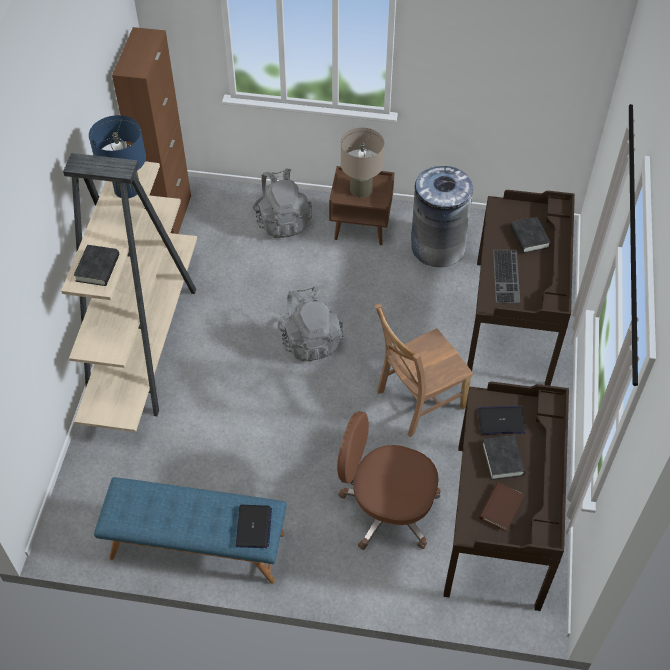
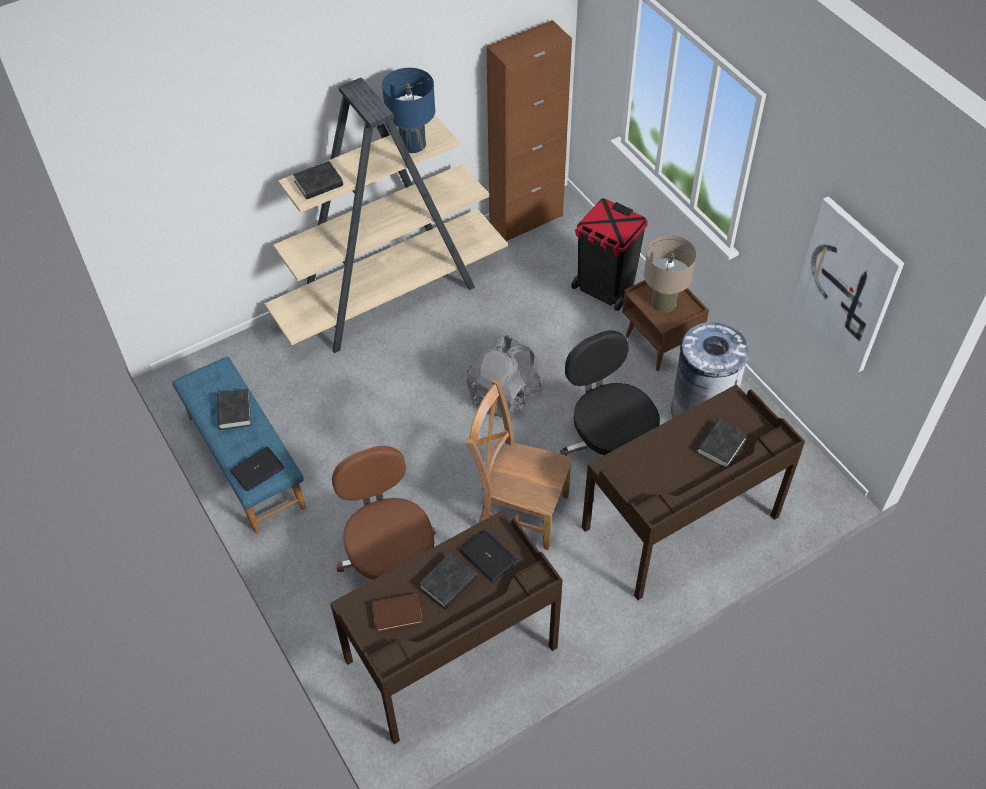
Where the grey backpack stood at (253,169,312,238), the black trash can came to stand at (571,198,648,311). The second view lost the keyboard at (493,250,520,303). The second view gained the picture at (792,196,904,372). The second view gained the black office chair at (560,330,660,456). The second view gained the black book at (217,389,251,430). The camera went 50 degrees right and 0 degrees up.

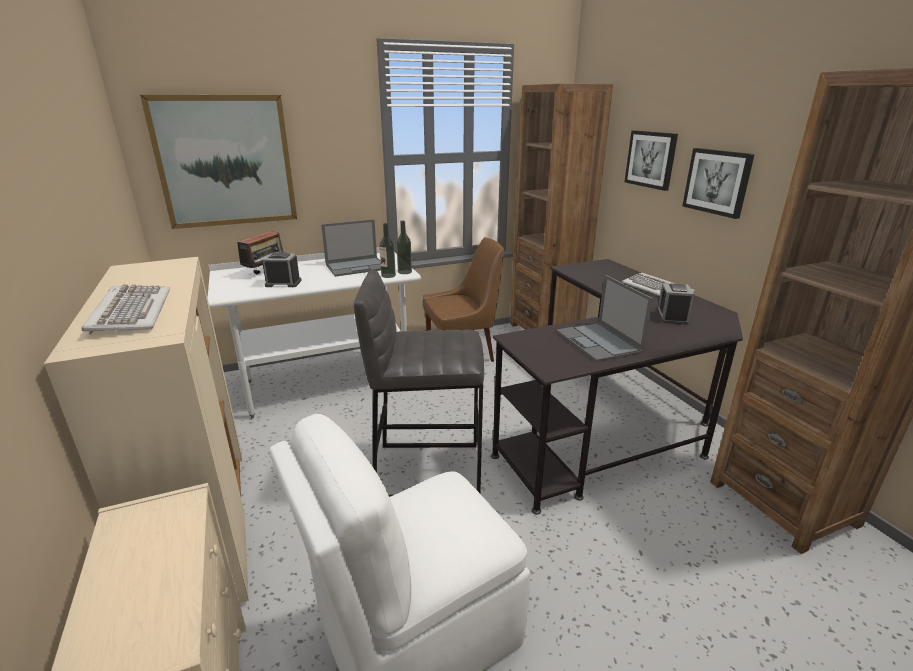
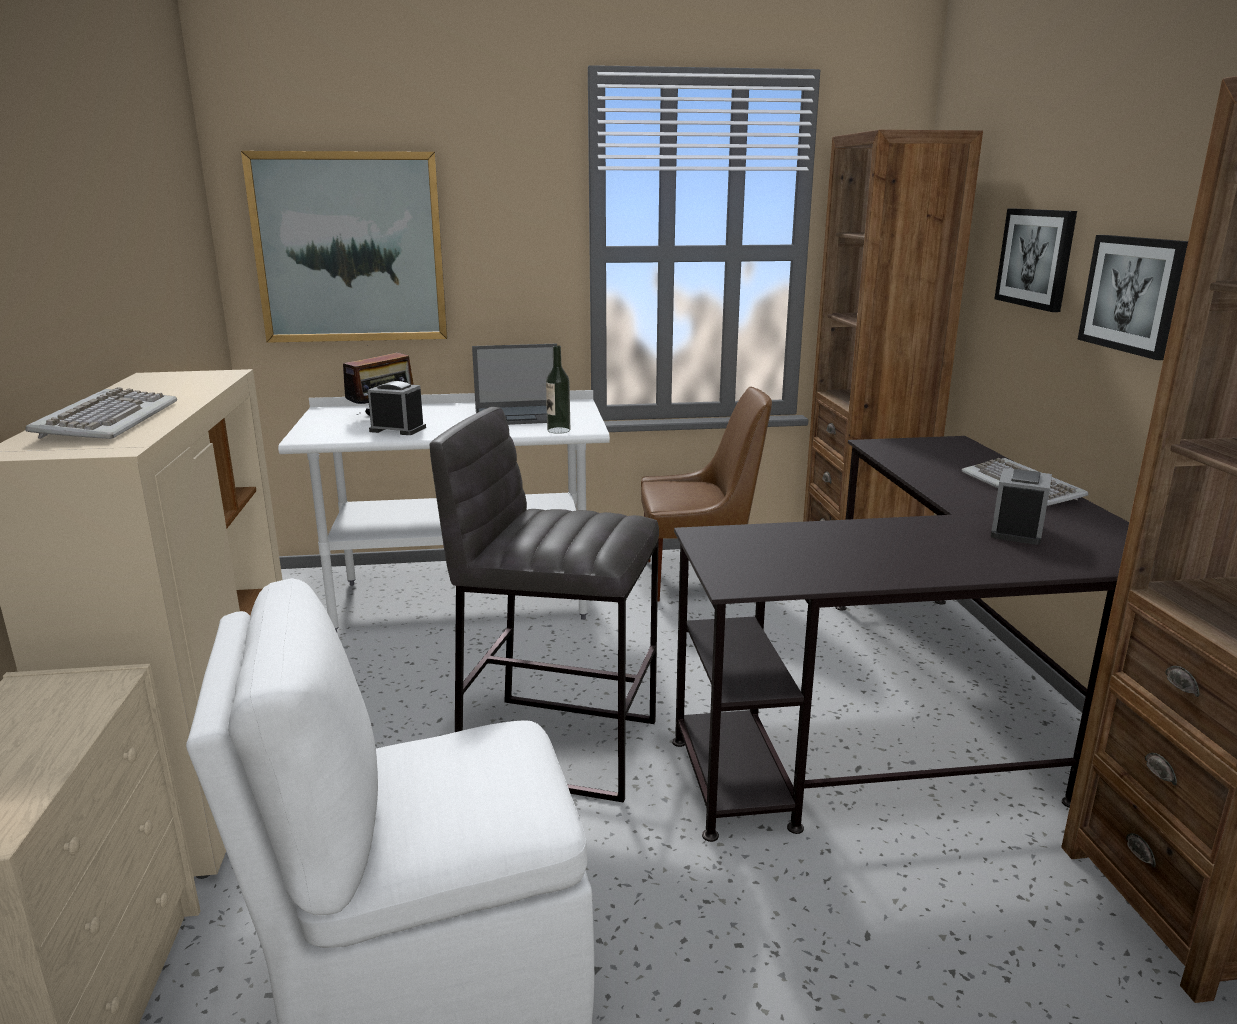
The second view lost the bottle at (396,220,412,274). The second view lost the laptop at (556,275,653,362). The camera went 15 degrees right and 5 degrees down.

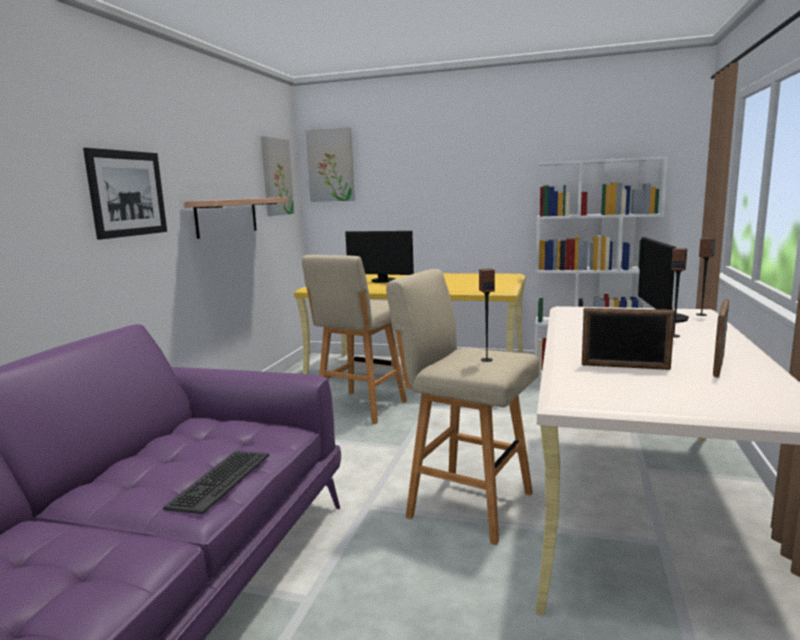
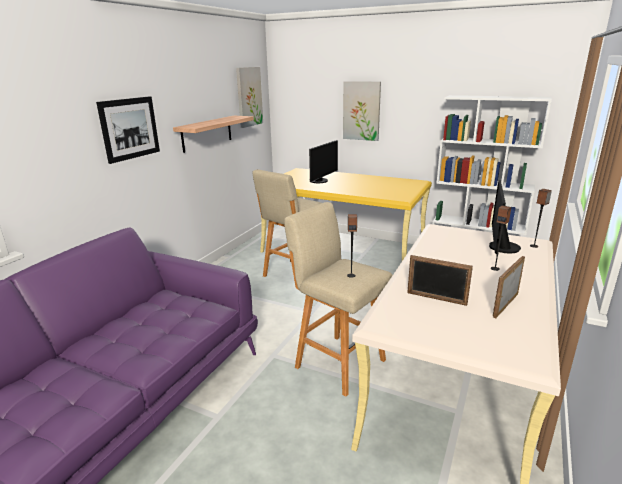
The picture ended up elsewhere, having gone from (306,127,355,202) to (343,81,381,141). The monitor at (345,231,414,283) ended up facing another way, 90 degrees counterclockwise from before. The second view lost the keyboard at (163,451,270,514). The camera went 10 degrees right and 10 degrees up.

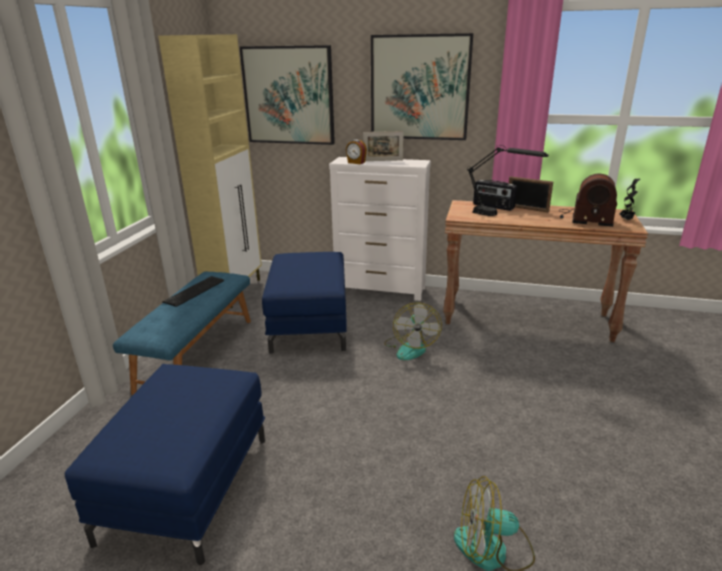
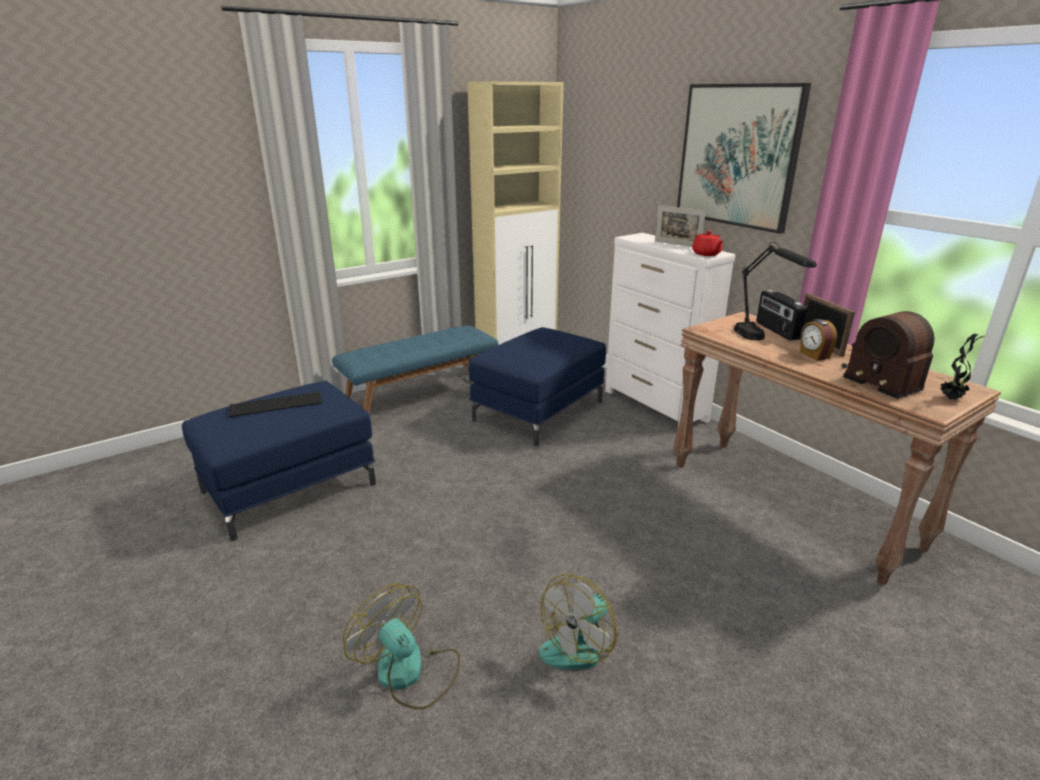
The second view lost the picture at (240,45,335,145). The alarm clock ended up elsewhere, having gone from (346,139,367,164) to (800,319,837,361). The keyboard ended up elsewhere, having gone from (162,276,224,307) to (229,392,322,417). The fan ended up elsewhere, having gone from (384,302,442,360) to (539,574,618,670). The second view gained the red teapot at (692,231,723,256). The camera went 40 degrees right and 0 degrees up.

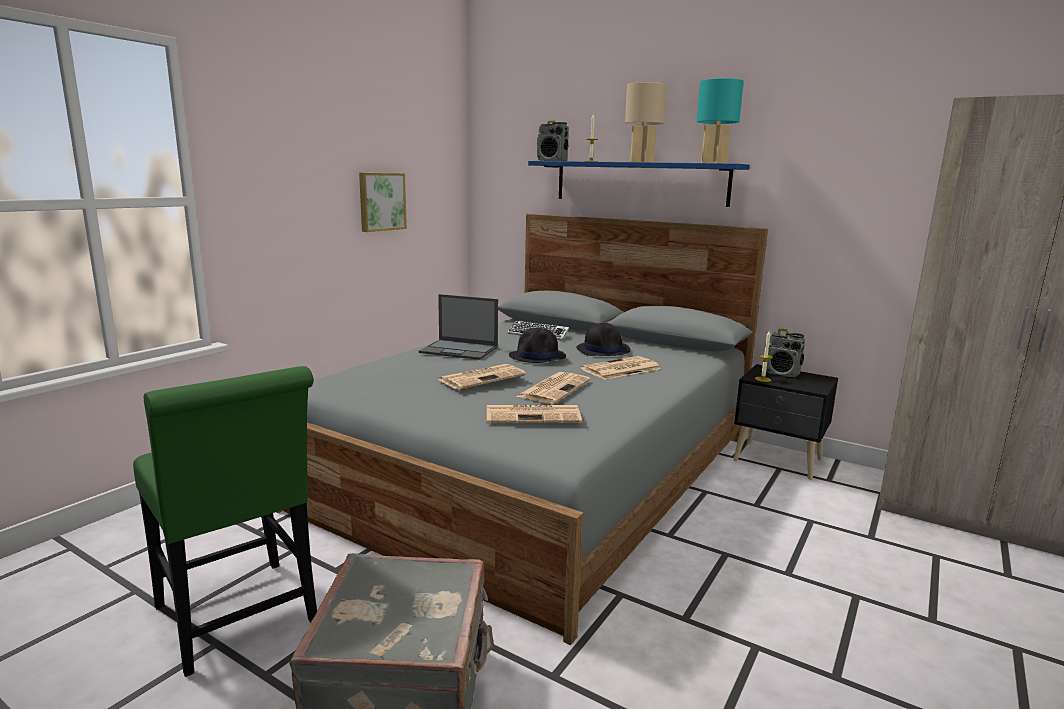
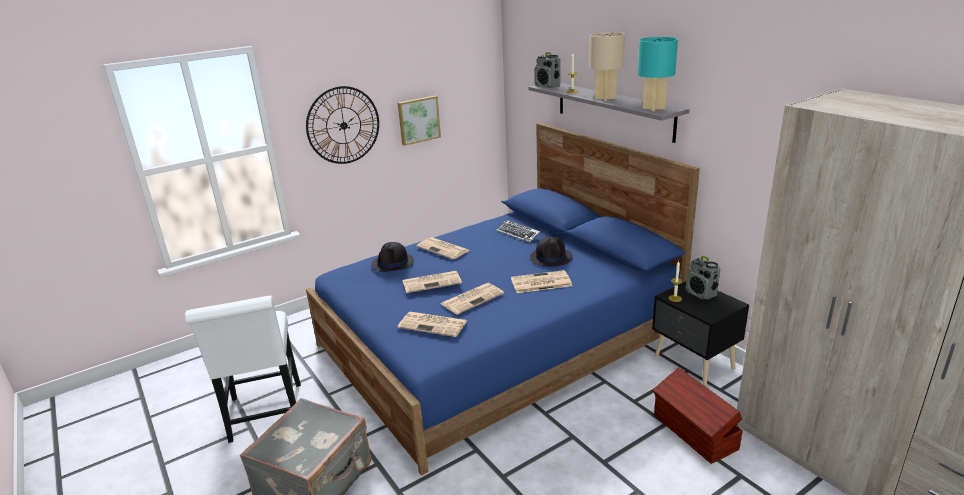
What was the blue shelf at (528,161,750,207) turned into the grey shelf at (528,83,690,143). What was the grey bed at (277,214,768,645) turned into the blue bed at (306,123,700,476). Where the laptop stood at (419,294,498,360), the newspaper came to stand at (416,237,470,259). The black hat ended up elsewhere, having gone from (509,328,566,363) to (371,242,414,272). What was the green chair at (133,366,317,677) turned into the white chair at (185,296,301,443). The second view gained the wall clock at (306,86,379,164). The second view gained the brown storage box at (653,367,743,464). The camera went 25 degrees right and 10 degrees up.

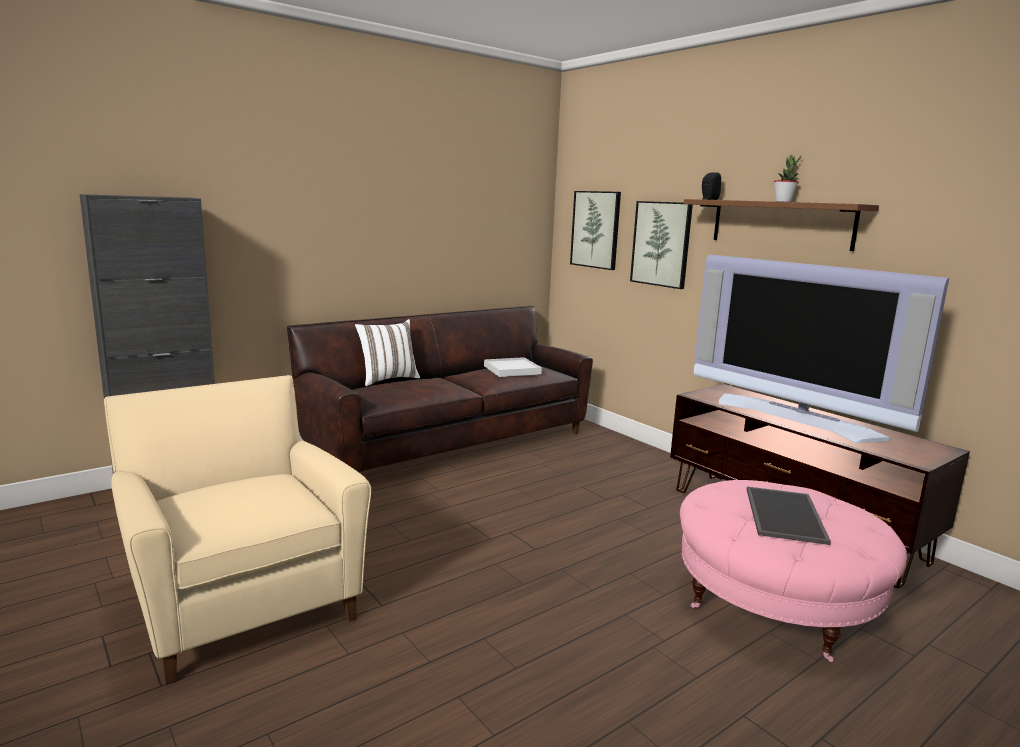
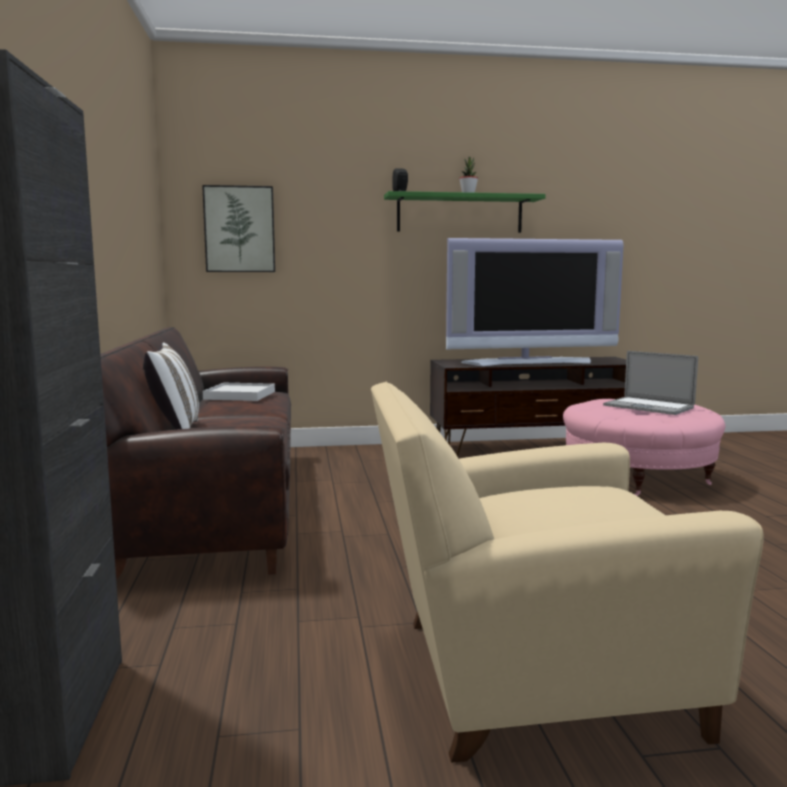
What was the brown shelf at (684,199,879,251) turned into the green shelf at (384,191,546,233). The second view lost the picture at (630,201,693,289). Where the tray stood at (747,487,831,545), the laptop came to stand at (603,351,698,415). The camera went 60 degrees left and 5 degrees down.

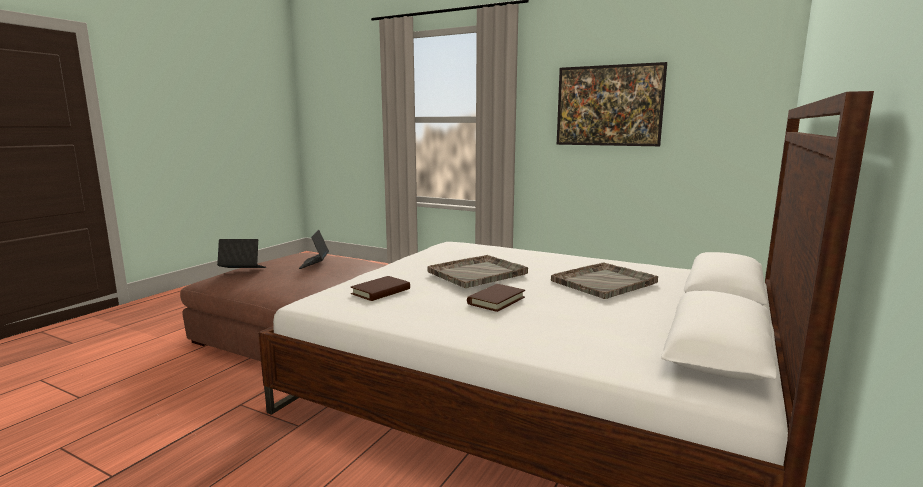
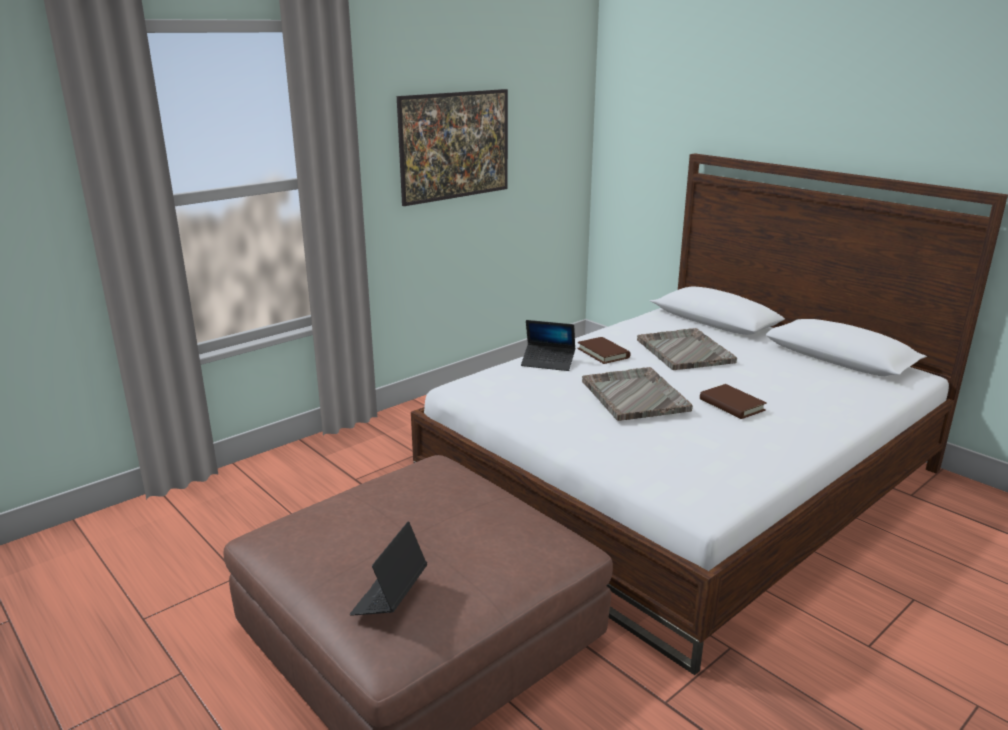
The laptop ended up elsewhere, having gone from (299,230,329,269) to (521,320,575,371). The brown book ended up elsewhere, having gone from (351,276,410,301) to (577,337,630,364). The camera went 70 degrees left and 10 degrees up.

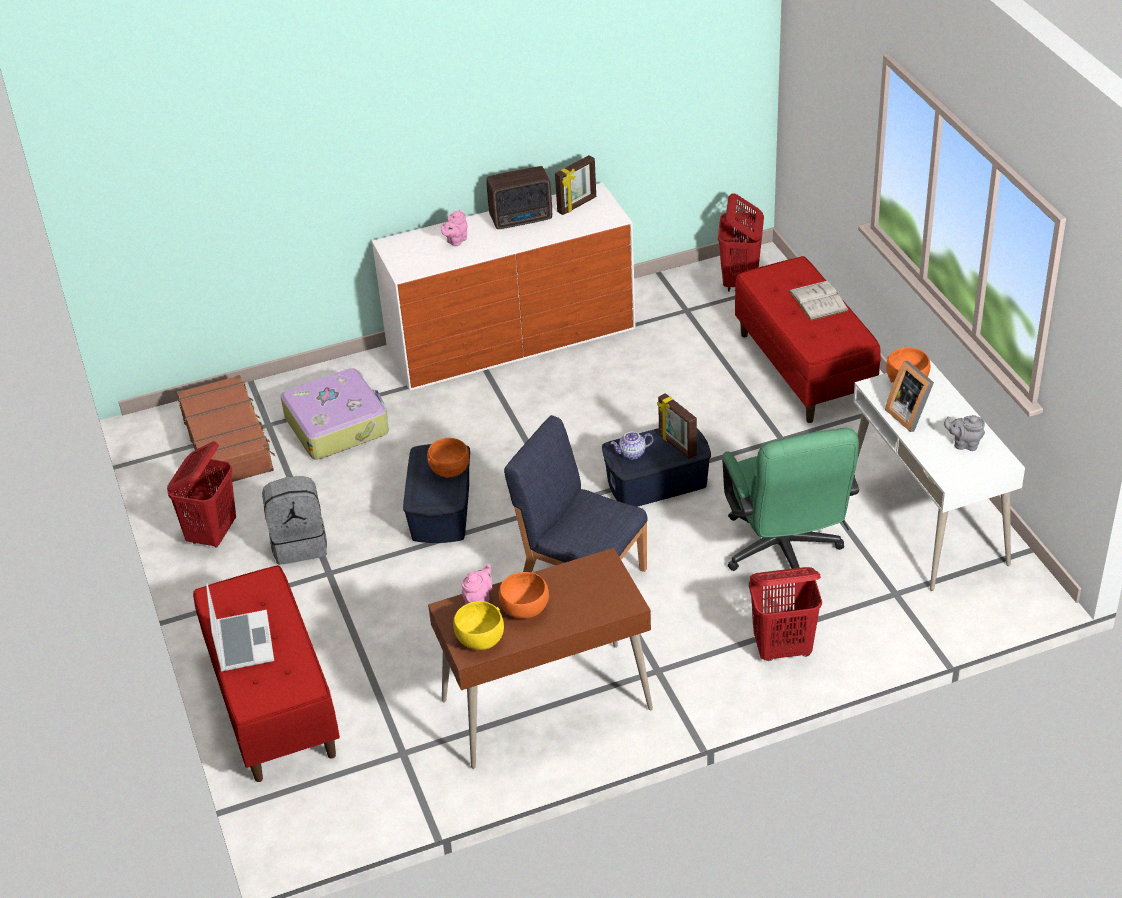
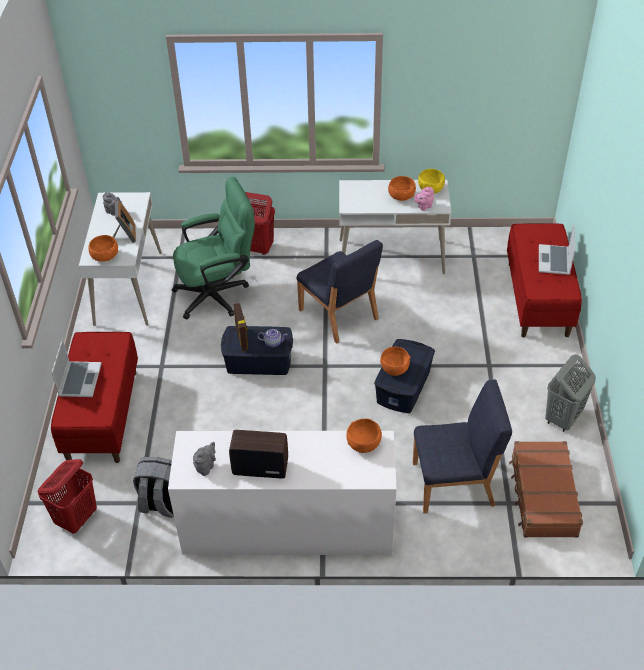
Where the picture frame stood at (555,155,596,215), the grey teapot came to stand at (193,442,216,476). The second view lost the pink teapot at (441,209,467,246). Where the white book stood at (788,281,849,321), the laptop came to stand at (51,339,102,397). Where the suitcase stood at (280,368,389,460), the blue chair came to stand at (413,379,512,514). The green office chair at (722,428,859,571) ended up facing another way, 60 degrees clockwise from before. What was the red laundry basket at (167,441,236,548) turned into the grey laundry basket at (545,354,596,432). The grey backpack ended up elsewhere, having gone from (262,476,327,565) to (133,457,174,518). What was the brown desk at (428,548,653,769) turned into the white desk at (339,180,451,274). The second view gained the orange bowl at (346,419,382,453). The camera went 160 degrees left and 5 degrees up.

